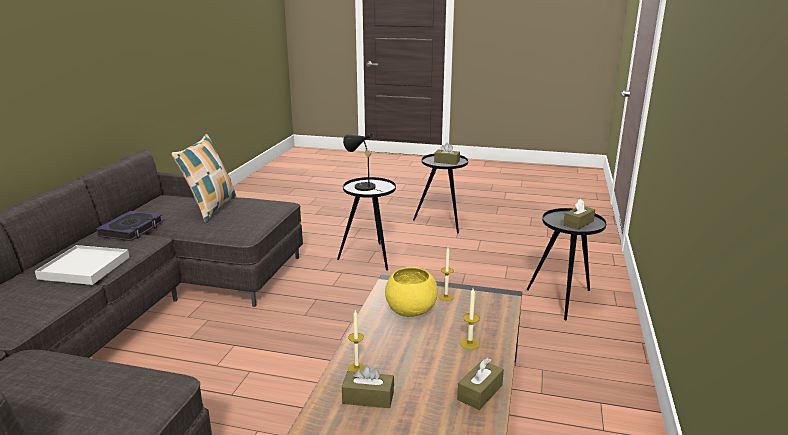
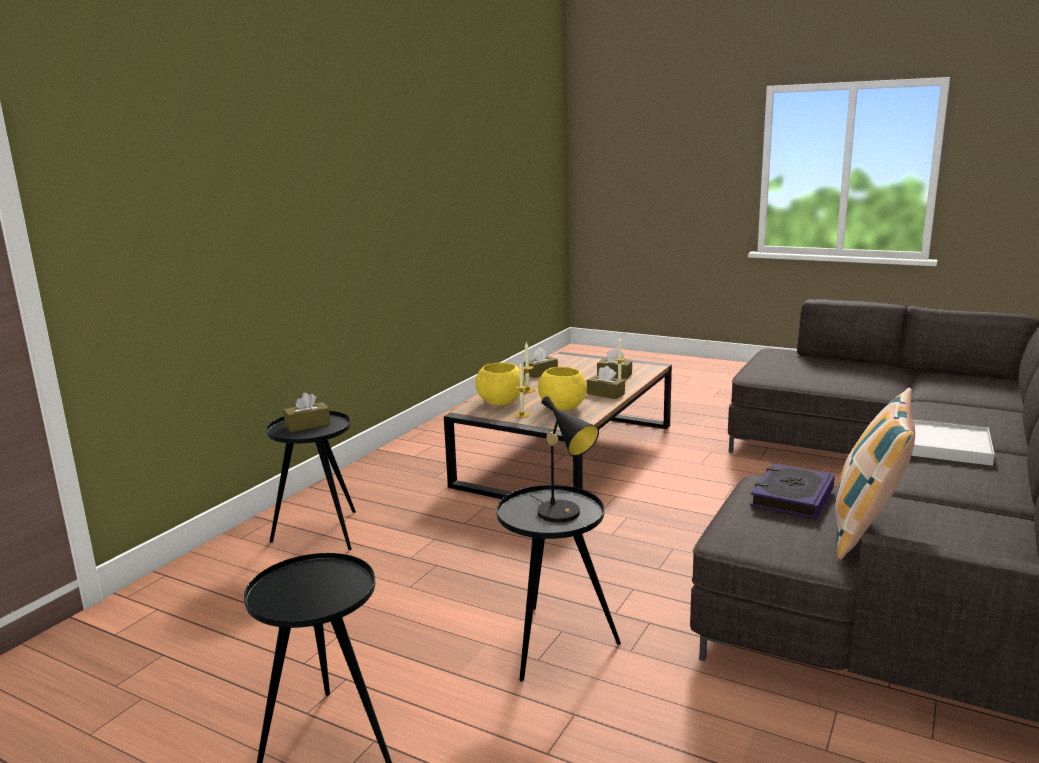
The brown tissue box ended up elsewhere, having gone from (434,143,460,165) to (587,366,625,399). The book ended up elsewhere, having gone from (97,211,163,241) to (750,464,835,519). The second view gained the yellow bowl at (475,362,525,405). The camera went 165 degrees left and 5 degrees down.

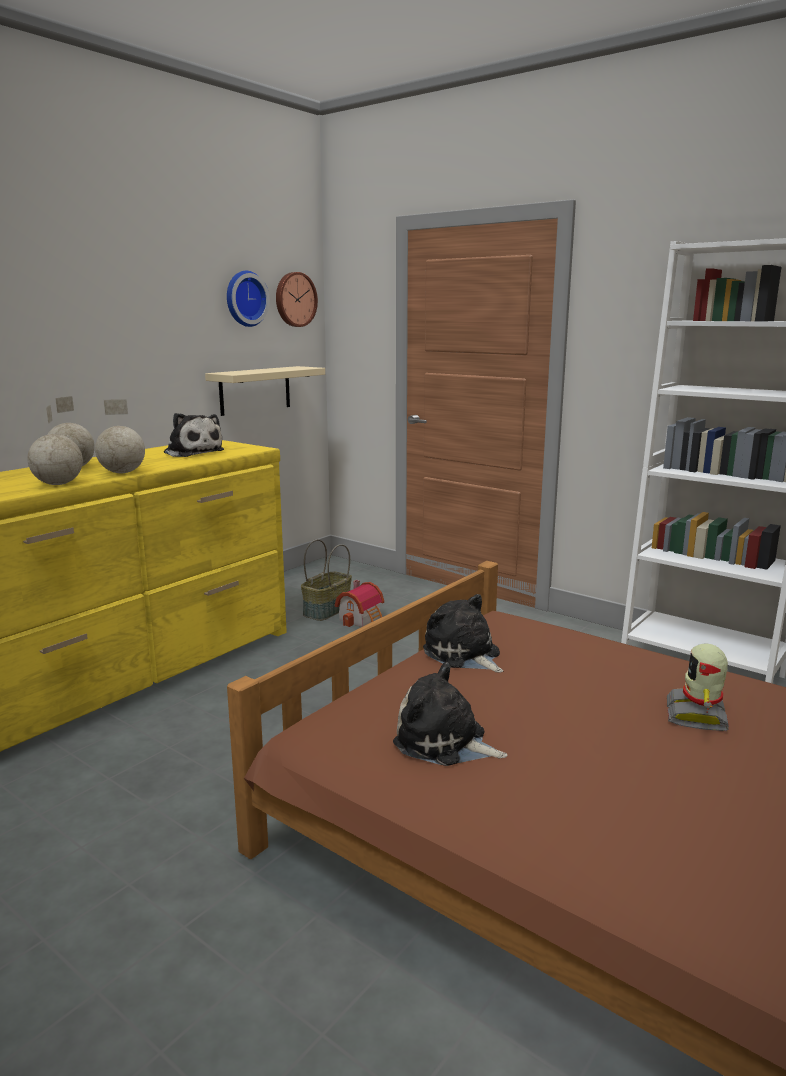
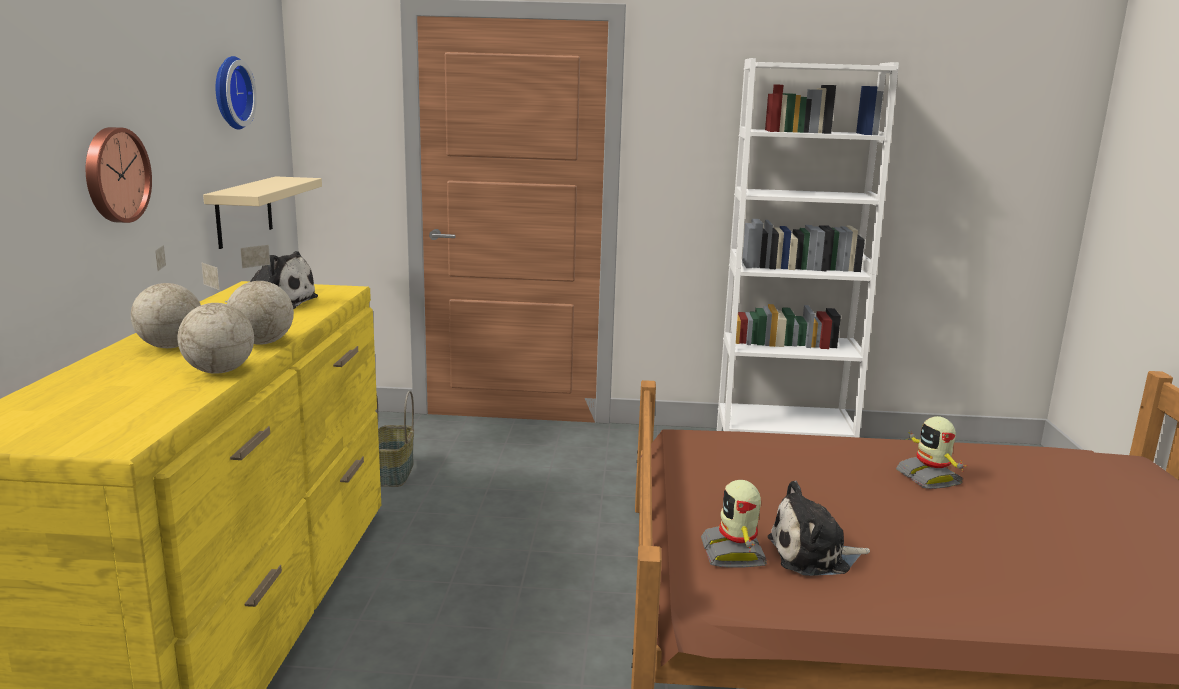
The wall clock ended up elsewhere, having gone from (276,272,318,327) to (86,127,152,223). The second view lost the toy house at (335,580,384,627). The second view lost the plush toy at (423,594,503,673). The second view gained the toy robot at (701,480,767,568). The camera went 35 degrees left and 0 degrees up.

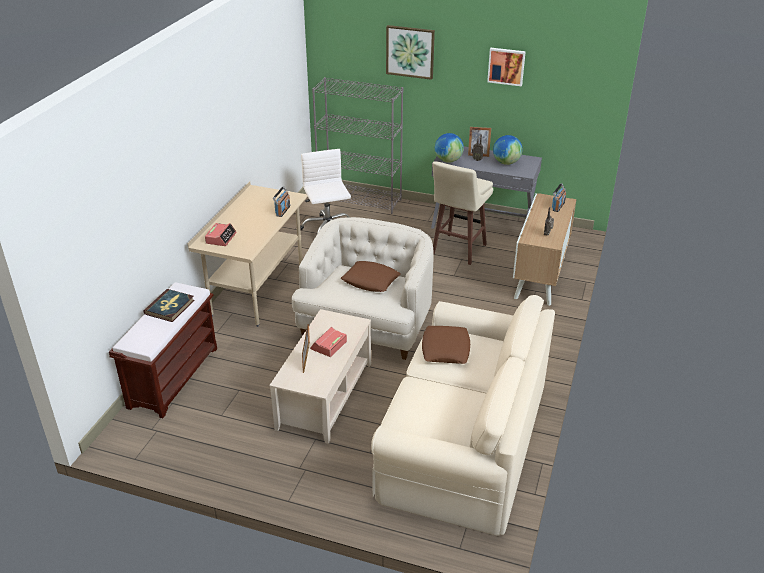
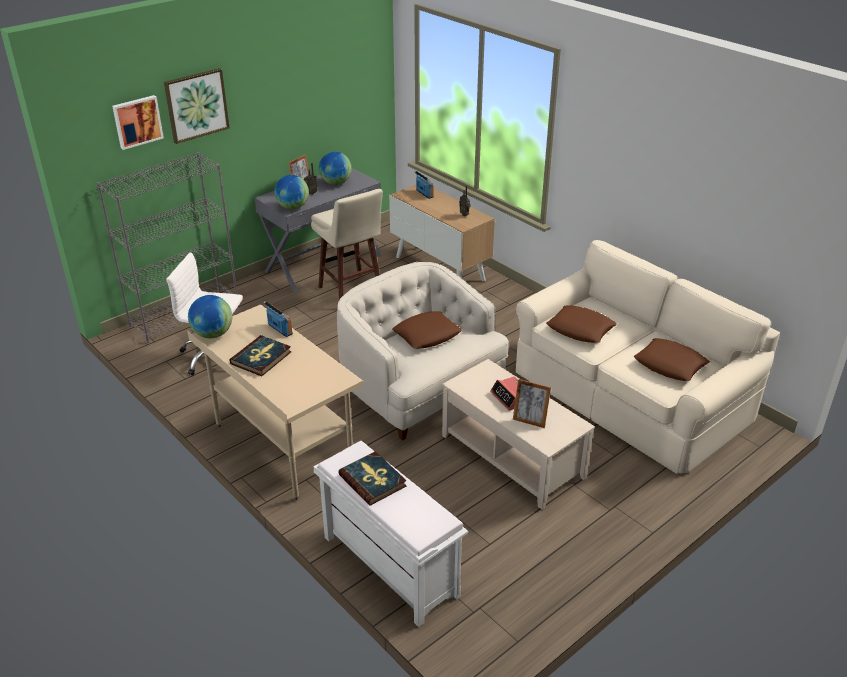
The picture ended up elsewhere, having gone from (487,48,526,86) to (112,95,164,150). The second view lost the alarm clock at (205,223,237,246). What was the brown bench at (109,282,217,418) turned into the white bench at (314,441,468,627). The second view gained the globe at (188,295,232,338). The second view gained the book at (230,335,291,377). The second view gained the brown pillow at (634,338,710,381). The camera went 60 degrees left and 0 degrees up.

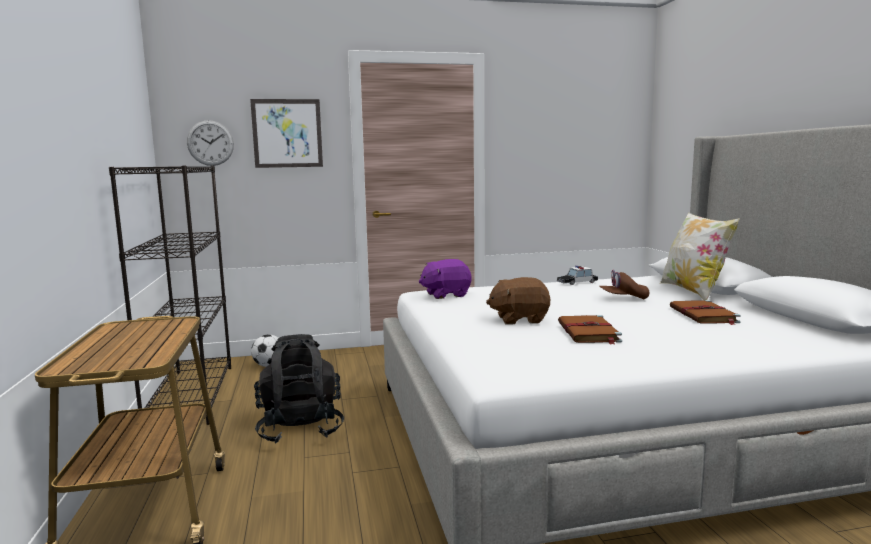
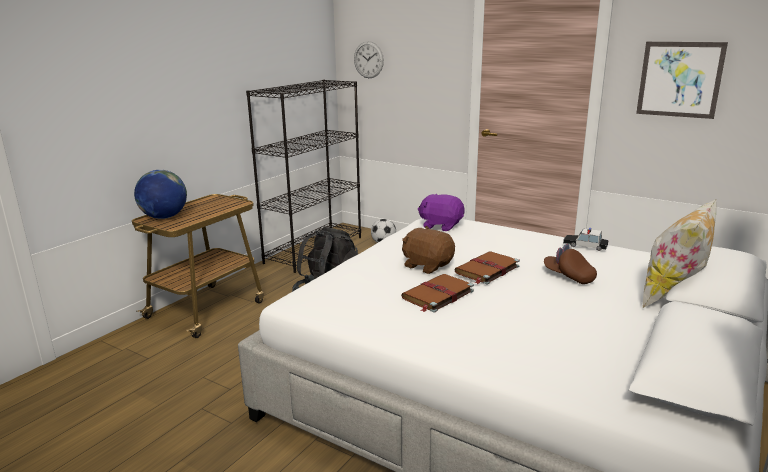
The picture ended up elsewhere, having gone from (250,99,323,168) to (636,42,728,119). The brown book ended up elsewhere, having gone from (670,300,741,325) to (454,251,520,284). The second view gained the globe at (134,170,187,219). The camera went 45 degrees right and 10 degrees up.

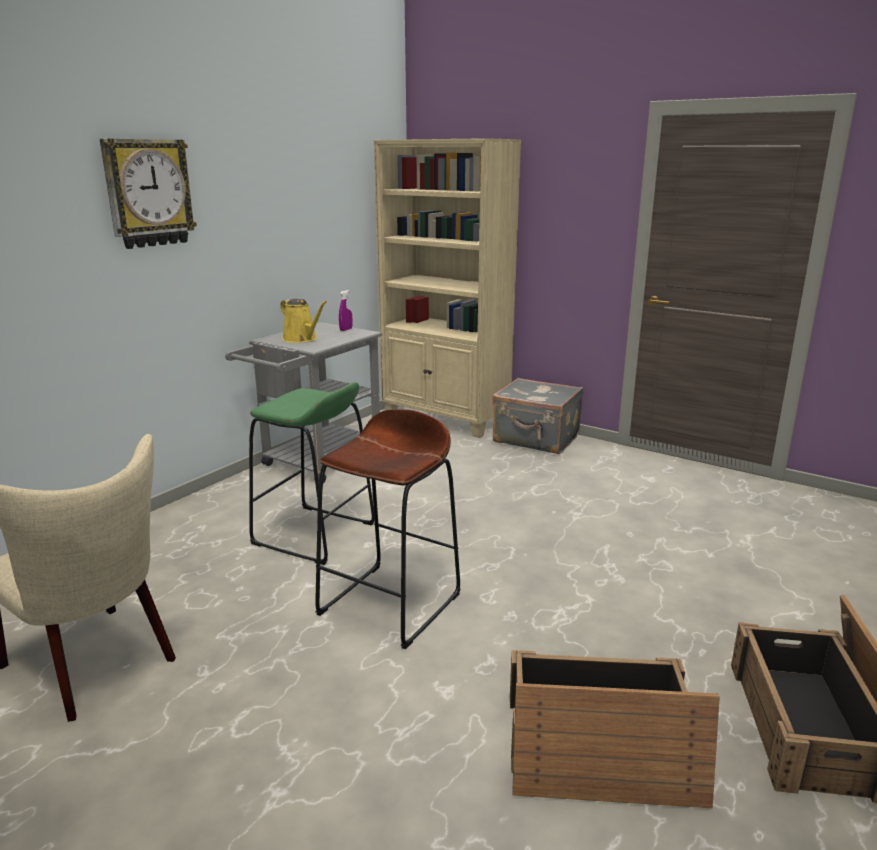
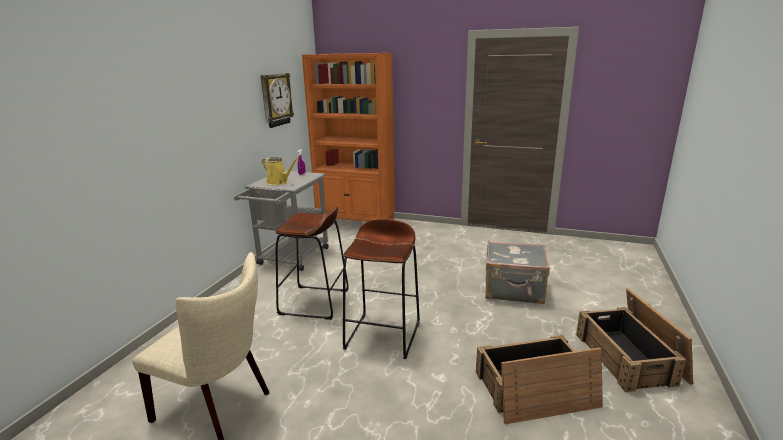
The wall clock ended up elsewhere, having gone from (100,138,197,249) to (260,73,294,128). What was the beige bookcase at (374,138,521,438) turned into the orange bookcase at (302,53,395,221). The grey suitcase ended up elsewhere, having gone from (492,378,583,454) to (485,241,550,304). What was the green stool at (249,382,375,565) turned into the brown stool at (275,206,348,320). The camera went 15 degrees left and 0 degrees up.

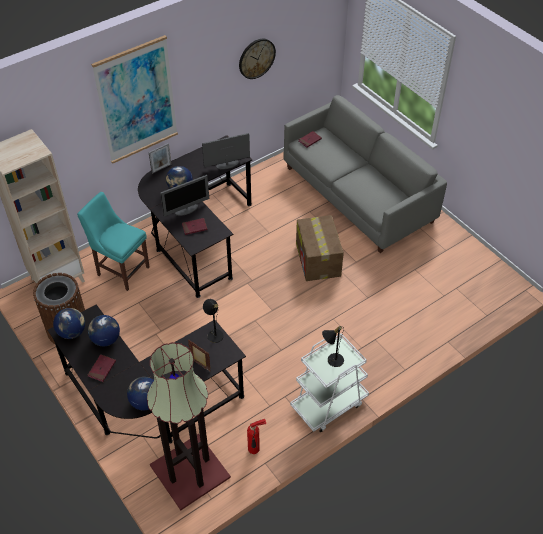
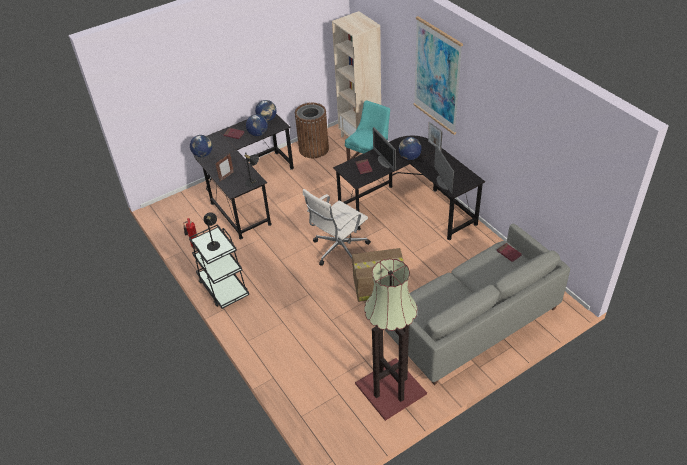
The second view lost the wall clock at (239,39,276,79). What was the white cart at (290,333,369,432) turned into the black cart at (189,224,249,309). The floor lamp ended up elsewhere, having gone from (147,342,231,510) to (355,258,427,421). The second view gained the white office chair at (303,189,371,266). The camera went 95 degrees right and 5 degrees down.

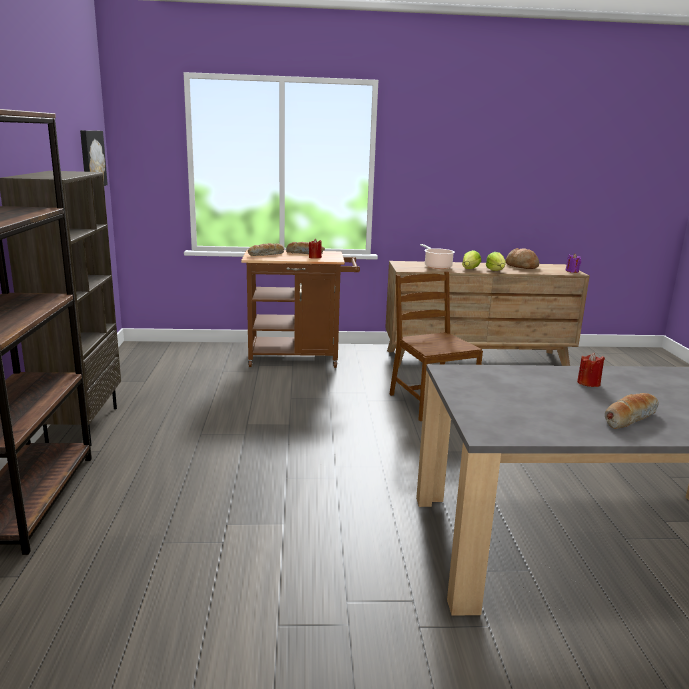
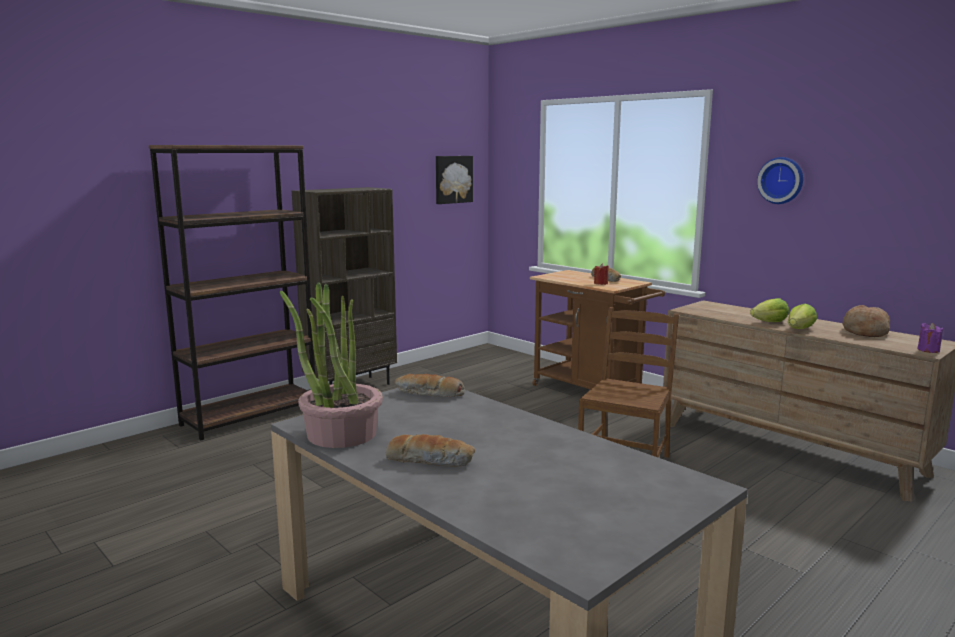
The bread ended up elsewhere, having gone from (248,243,284,256) to (395,374,465,397). The second view lost the cooking pot at (420,244,455,269). The second view lost the red candle at (577,352,605,387). The second view gained the wall clock at (757,157,803,204). The second view gained the potted plant at (280,282,383,448). The camera went 50 degrees right and 5 degrees down.

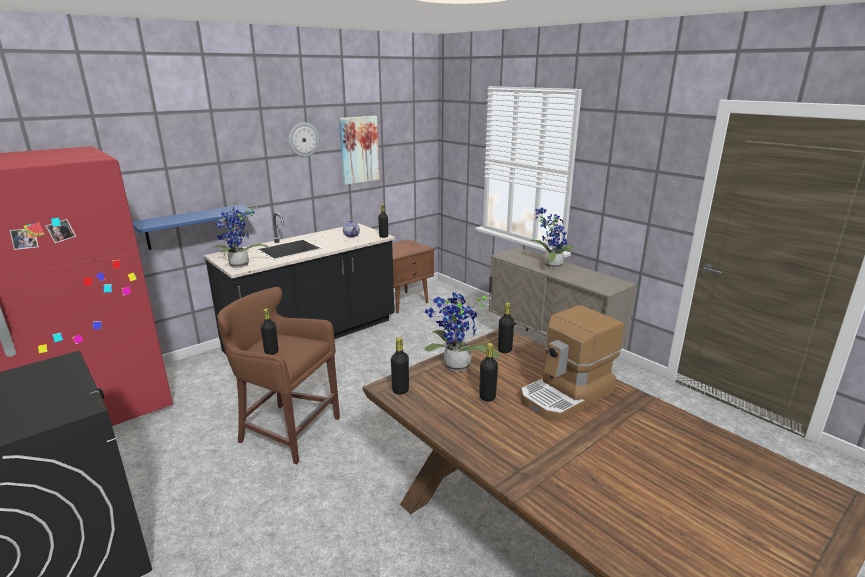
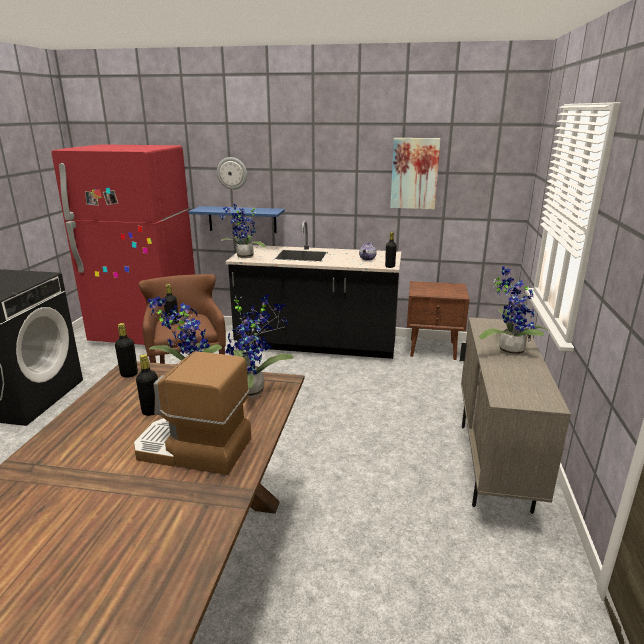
The wall clock ended up elsewhere, having gone from (289,122,320,157) to (217,157,247,190). Where the black bottle stood at (498,302,514,353), the potted plant came to stand at (225,294,294,398). The camera went 50 degrees right and 0 degrees up.

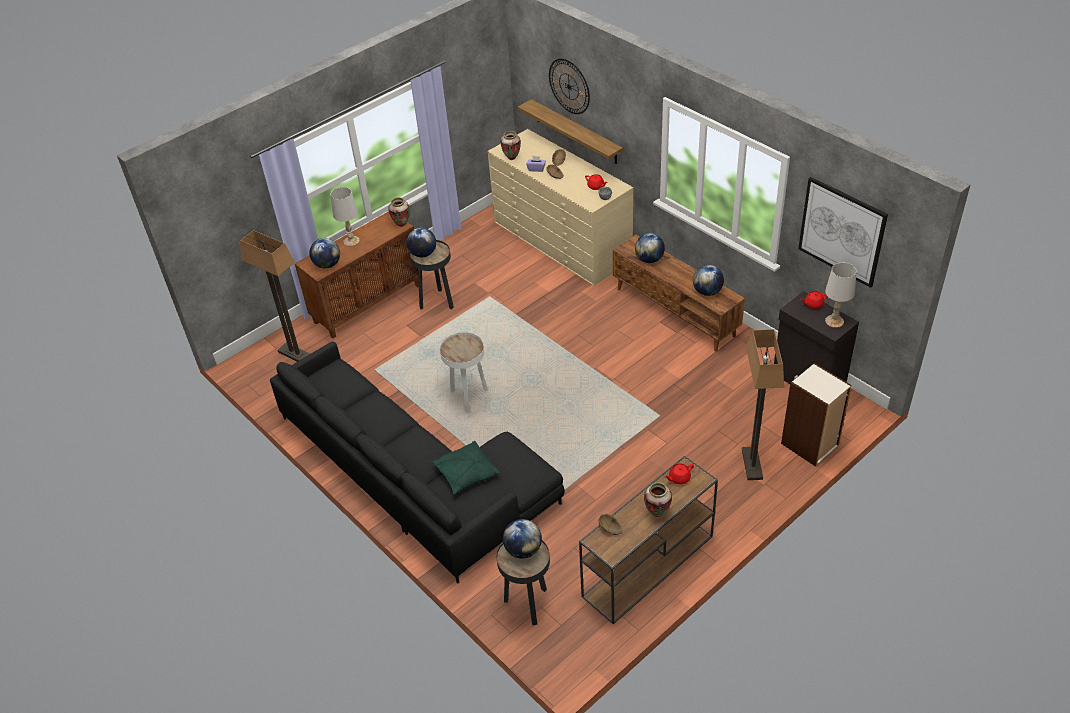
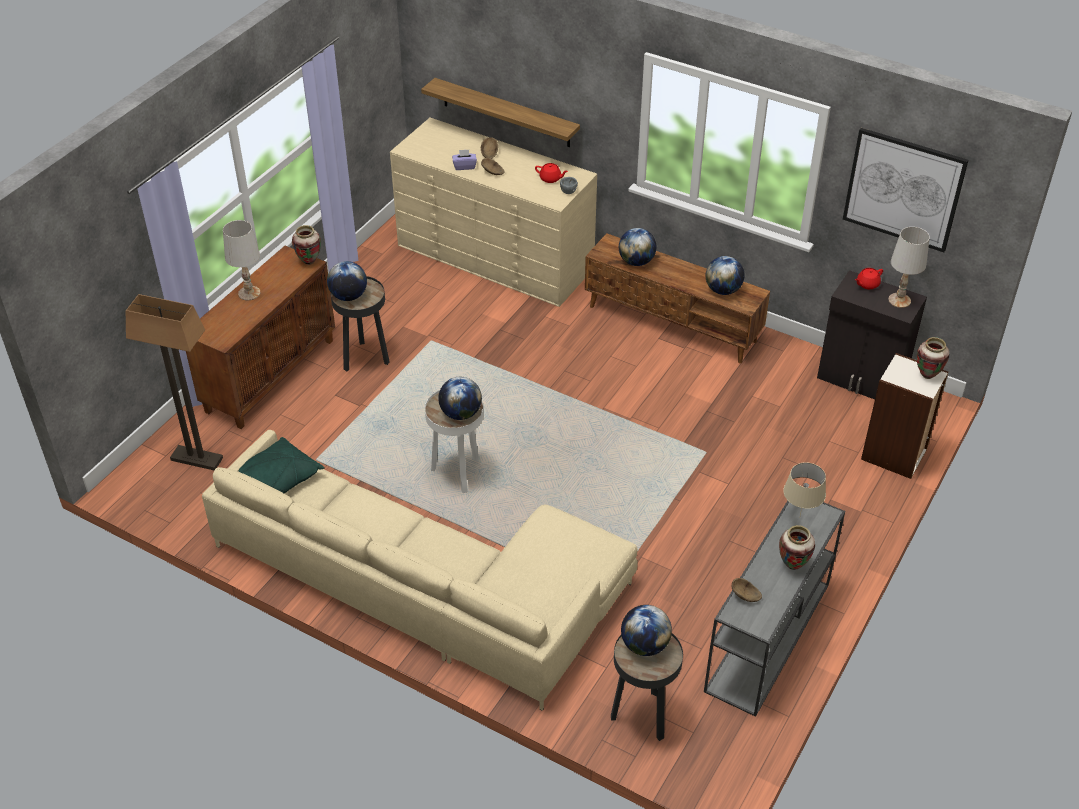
The second view lost the wall clock at (549,58,590,114). The vase ended up elsewhere, having gone from (500,131,521,160) to (917,337,949,379). The globe ended up elsewhere, having gone from (309,238,340,268) to (438,377,482,420). The second view lost the floor lamp at (742,329,784,480). What was the black sofa at (270,342,565,584) turned into the beige sofa at (202,430,638,711). The green pillow ended up elsewhere, having gone from (431,441,500,495) to (238,437,325,493). What was the brown console table at (579,456,718,624) turned into the grey console table at (704,501,845,717). Where the red teapot stood at (665,463,694,484), the beige table lamp came to stand at (783,462,826,516). The camera went 20 degrees left and 0 degrees up.

